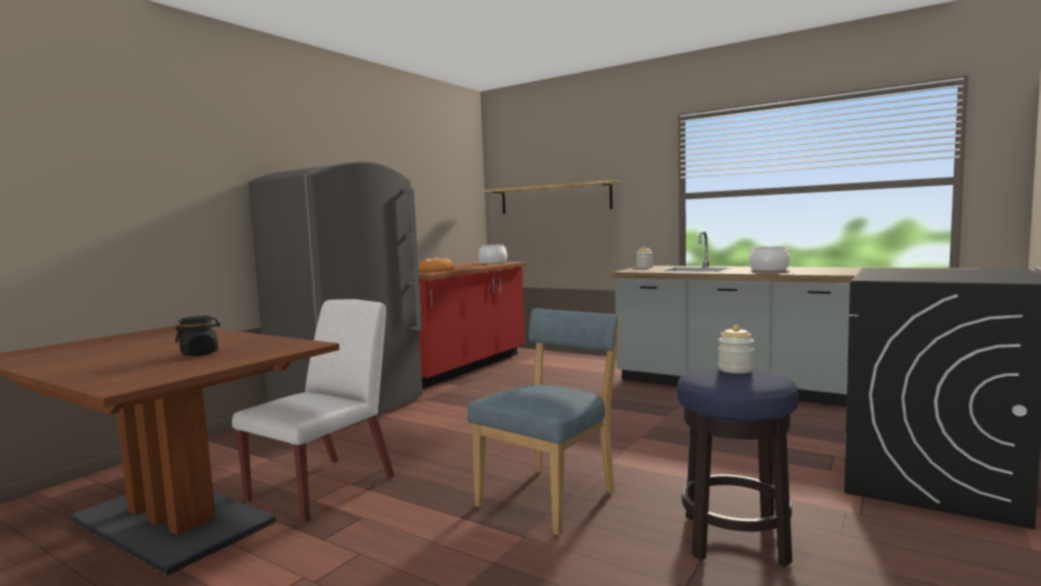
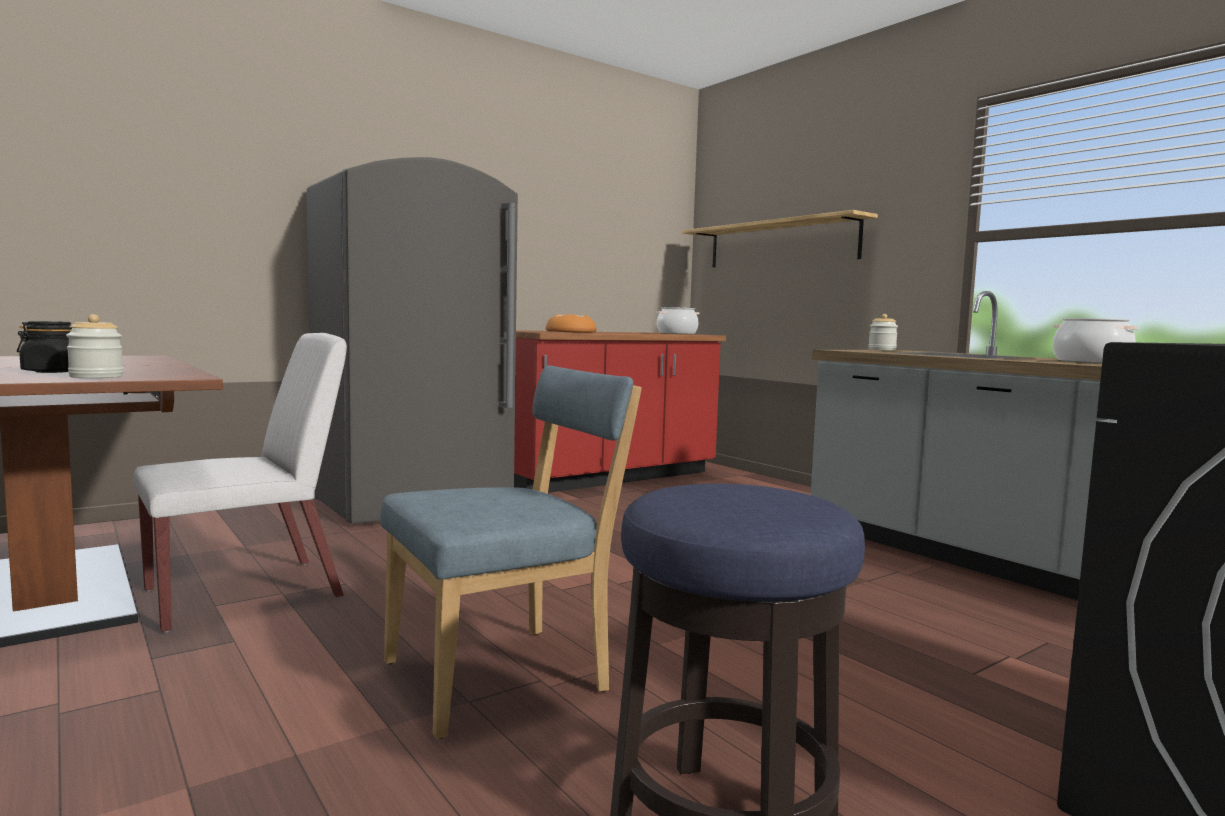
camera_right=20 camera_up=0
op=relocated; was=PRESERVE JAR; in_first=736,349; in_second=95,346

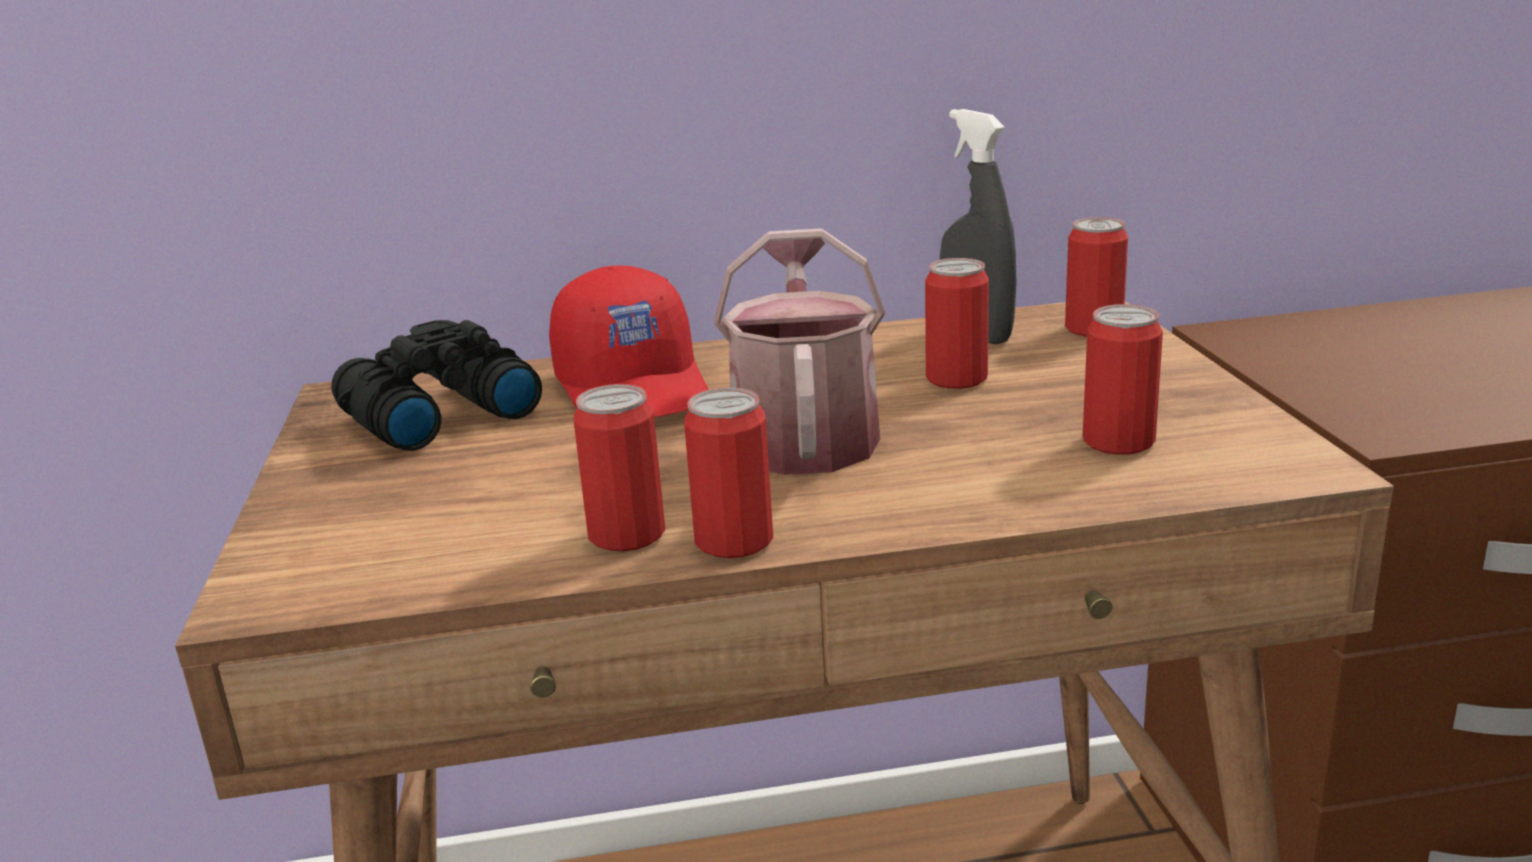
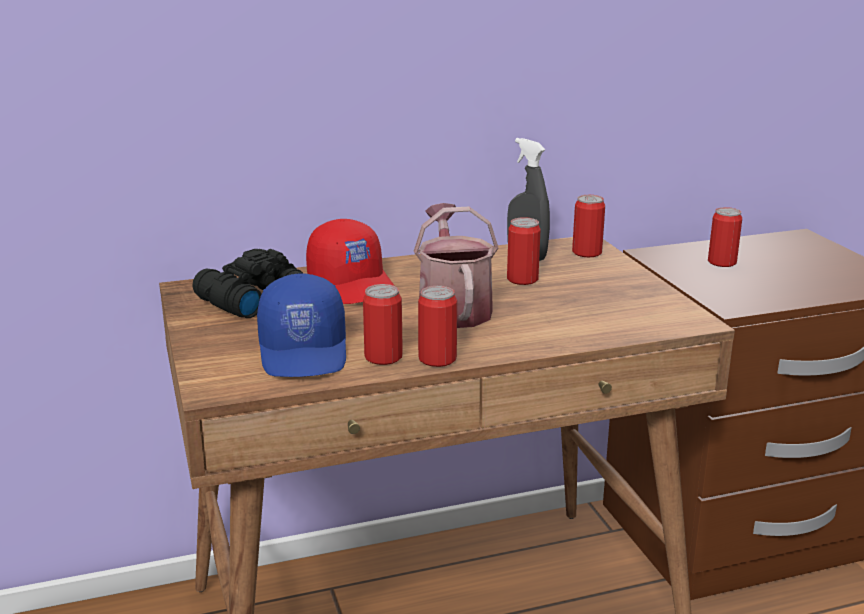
camera_right=-10 camera_up=0
op=relocated; was=METAL CAN; in_first=1123,379; in_second=725,237
op=appeared; now=BLUE-COLOURED BASEBALL CAP; in_second=301,325

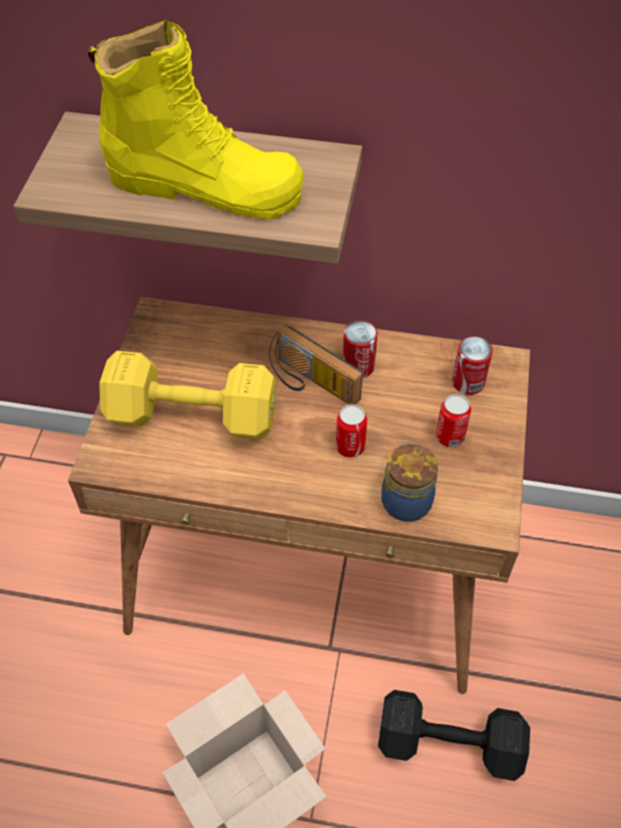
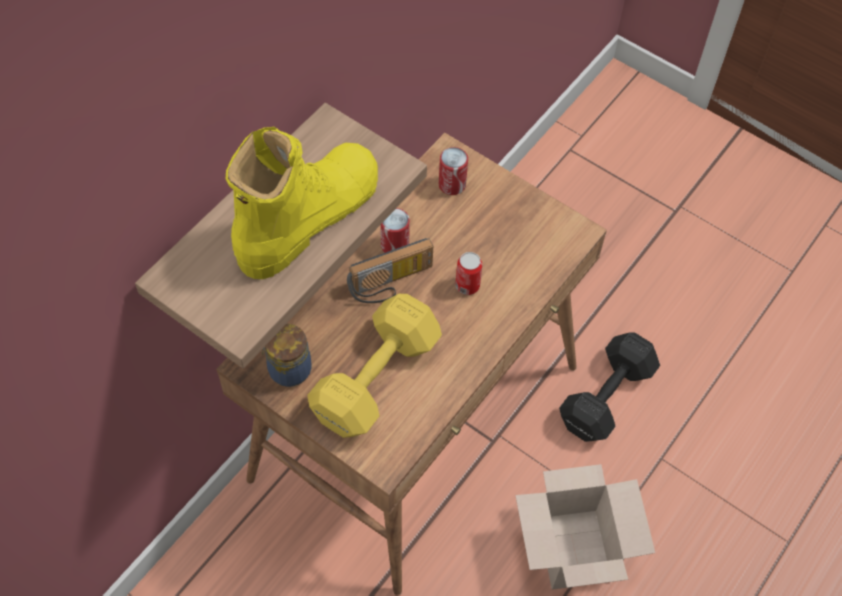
camera_right=-65 camera_up=5
op=relocated; was=PRESERVE JAR; in_first=409,481; in_second=287,355
op=missing; was=METAL CAN; in_first=453,420

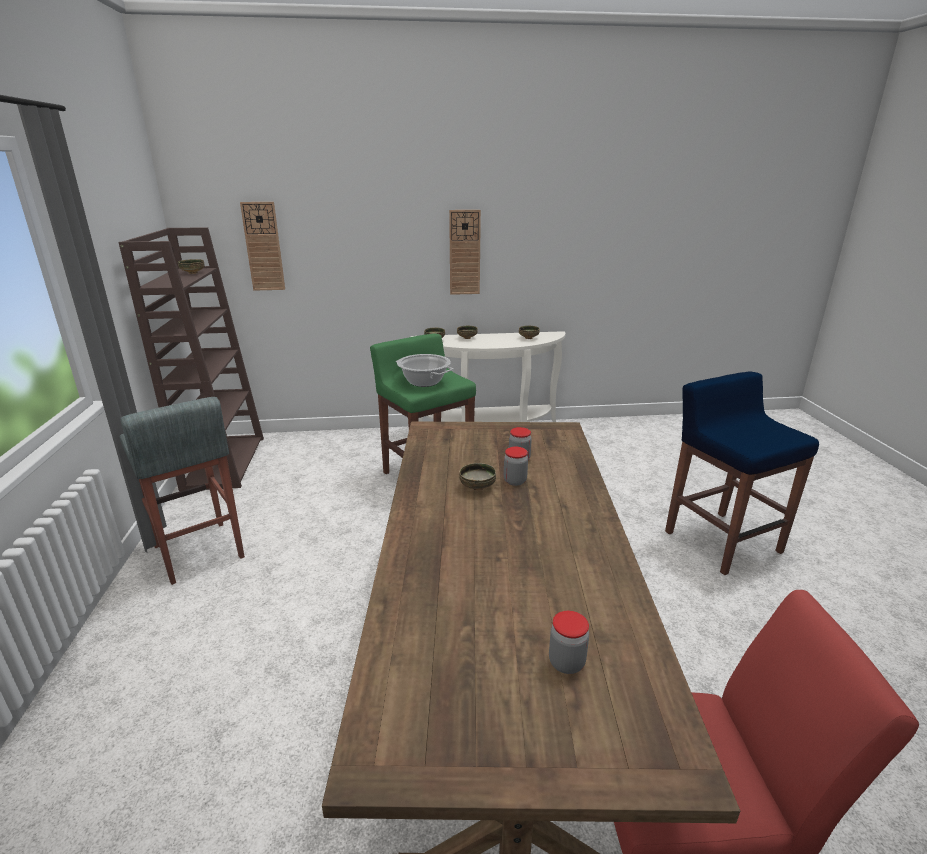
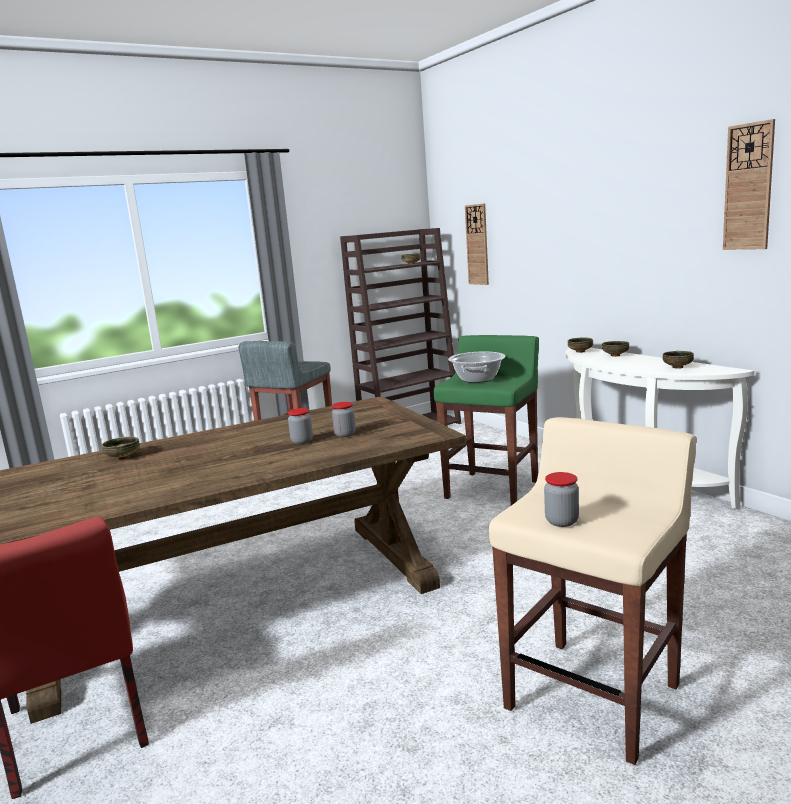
camera_right=65 camera_up=-10
op=relocated; was=HANGING CLOCK; in_first=465,252; in_second=749,184
op=relocated; was=DEEP DISH; in_first=477,477; in_second=121,448
op=relocated; was=PRESERVE JAR; in_first=569,642; in_second=561,499
op=colour; was=BLUE-COLOURED STOOL; now=BEIGE-COLOURED STOOL; in_first=742,473; in_second=593,591

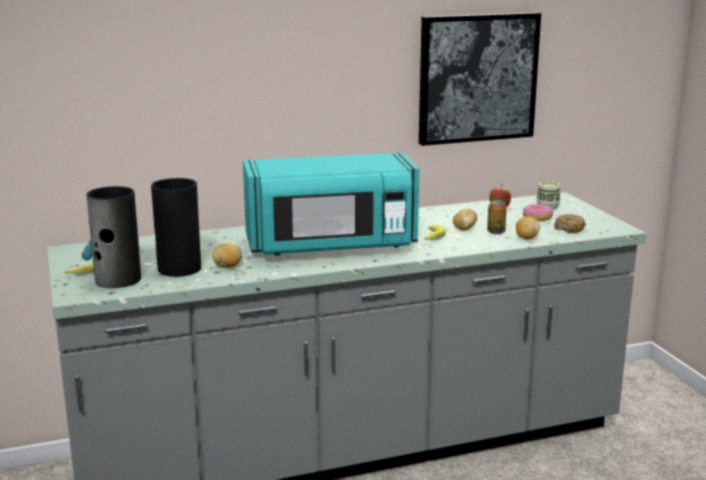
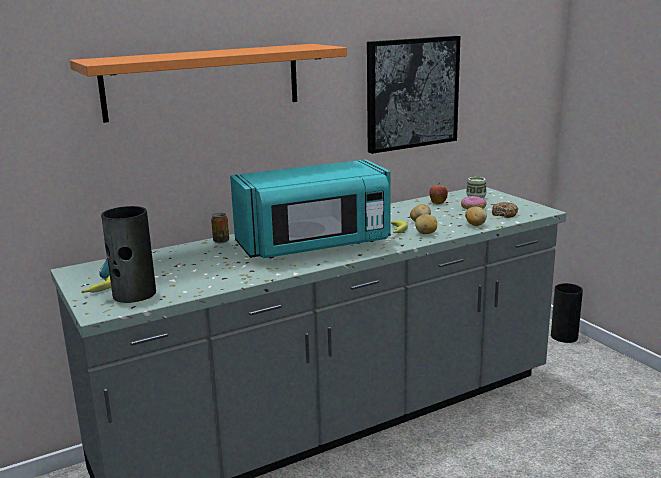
camera_right=-10 camera_up=0
op=relocated; was=FLOWER VASE; in_first=176,227; in_second=567,313
op=relocated; was=SPUD; in_first=227,255; in_second=426,224
op=relocated; was=METAL CAN; in_first=497,217; in_second=220,228
op=appeared; now=ORANGE SHELF; in_second=208,83

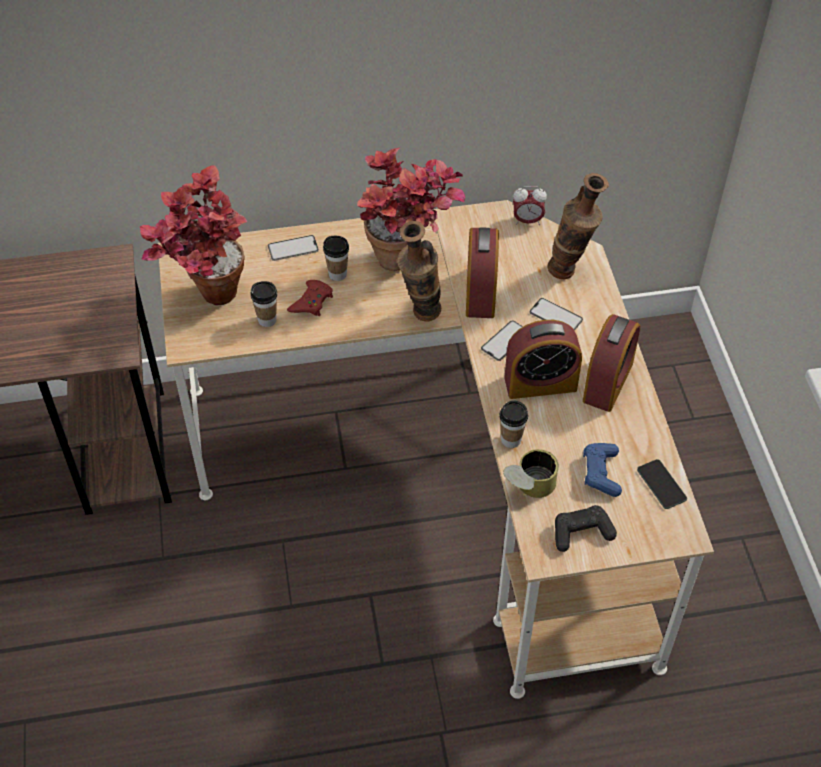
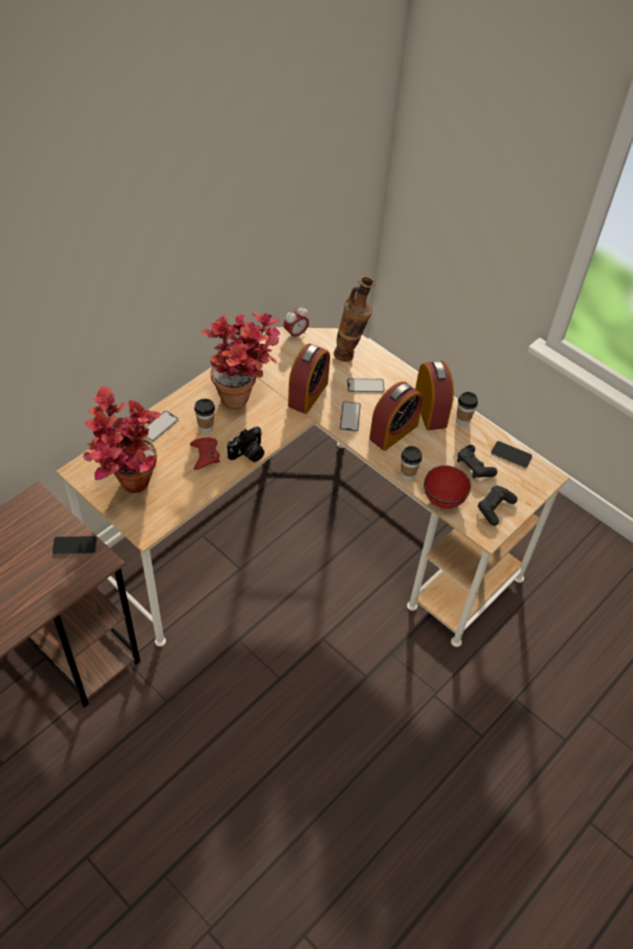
camera_right=-40 camera_up=0
op=relocated; was=CUP; in_first=263,304; in_second=467,409
op=missing; was=FLOWER VASE; in_first=419,271
op=spun; was=TABLE CLOCK; in_first=482,272; in_second=309,378; clockwise=-120
op=exchanged; was=METAL CAN; now=RED-COLOURED DEEP DISH; in_first=531,473; in_second=447,487
op=colour; was=BLUE-COLOURED GAMEPAD; now=BLACKISH GAMEPAD; in_first=602,470; in_second=477,461
op=appeared; now=HANDSET; in_second=74,545
op=appeared; now=PHOTO CAMERA; in_second=245,444

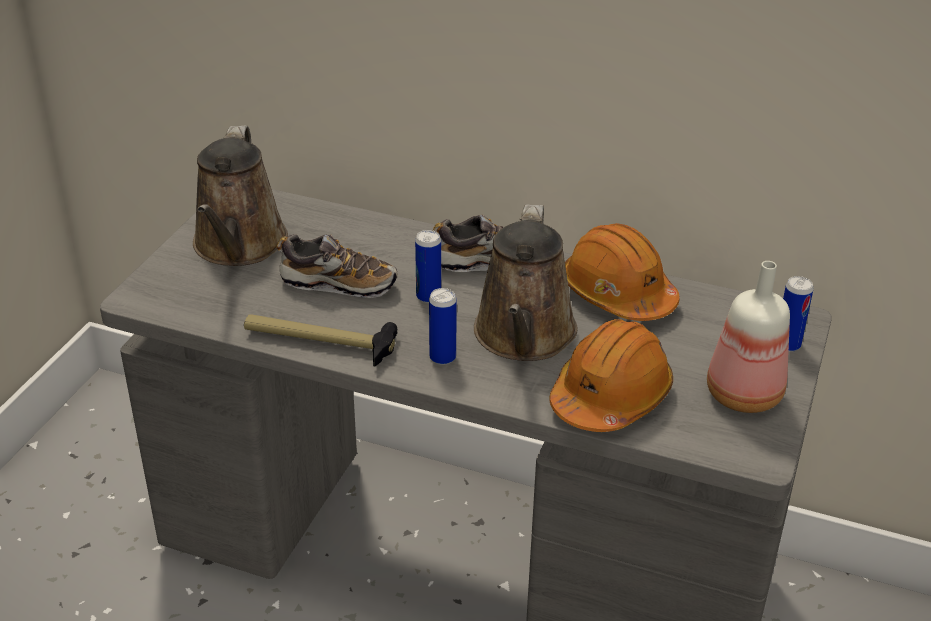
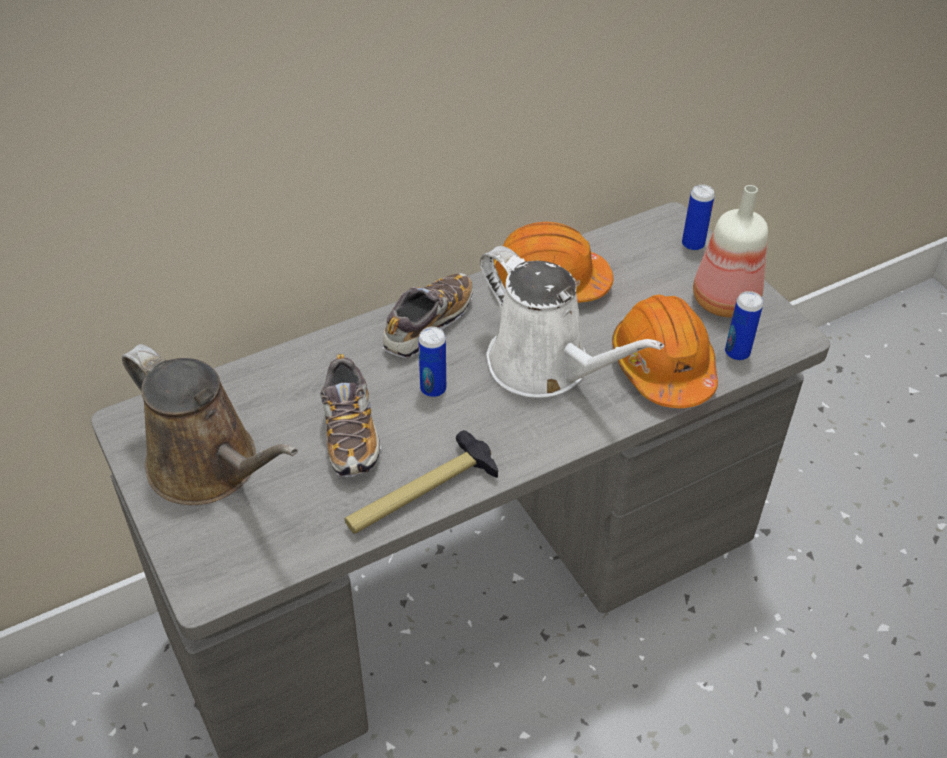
camera_right=-50 camera_up=10
op=spun; was=SHOE; in_first=337,266; in_second=350,415; clockwise=120
op=relocated; was=METAL CAN; in_first=443,326; in_second=744,326
op=colour; was=BROWN-COLOURED SPRINKLING CAN; now=WHITISH SPRINKLING CAN; in_first=525,283; in_second=572,322

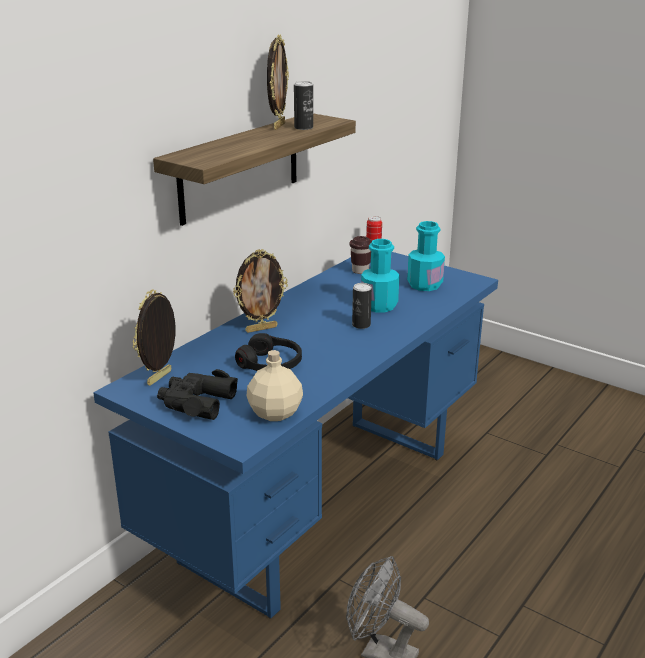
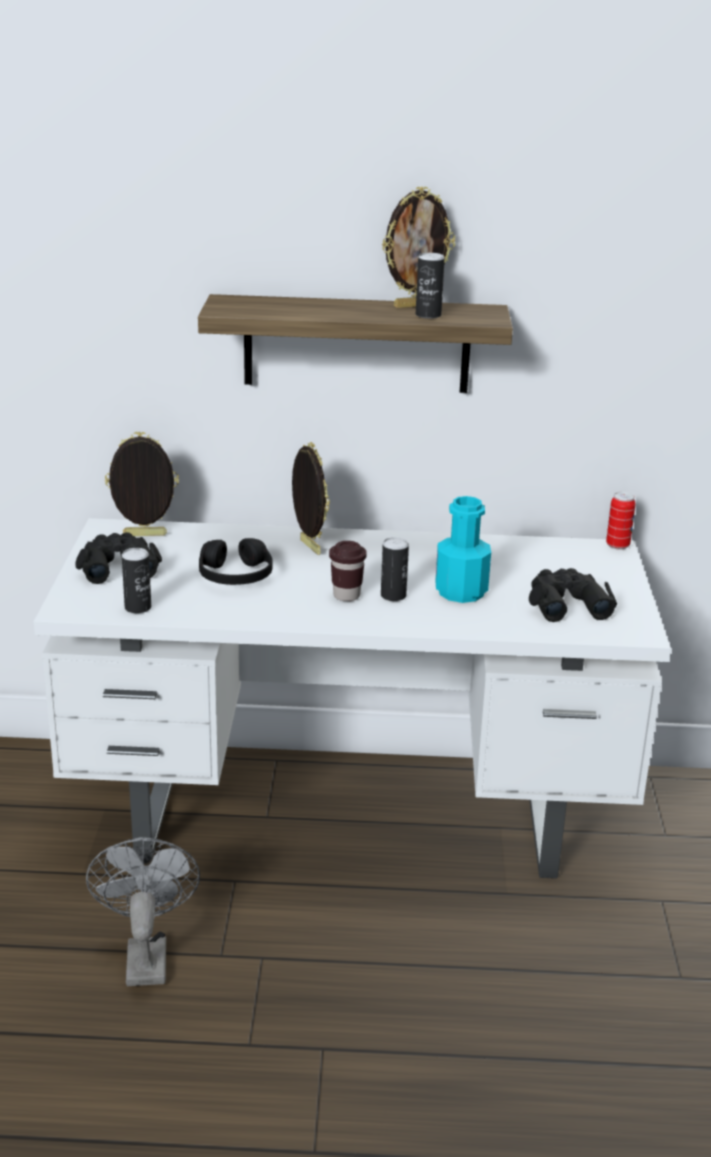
camera_right=55 camera_up=0
op=colour; was=BLUE-COLOURED DESK UNIT; now=WHITISH DESK UNIT; in_first=295,435; in_second=352,698
op=spun; was=STANDING FRAME; in_first=260,291; in_second=311,498; clockwise=-150
op=exchanged; was=BEIGE-COLOURED BEVERAGE BOTTLE; now=METAL CAN; in_first=274,385; in_second=136,580
op=relocated; was=BROWN-COLOURED CUP; in_first=361,255; in_second=348,571
op=exchanged; was=TURQUOISE BEVERAGE BOTTLE; now=BLACKISH PAIR OF BINOCULARS; in_first=426,256; in_second=573,595

